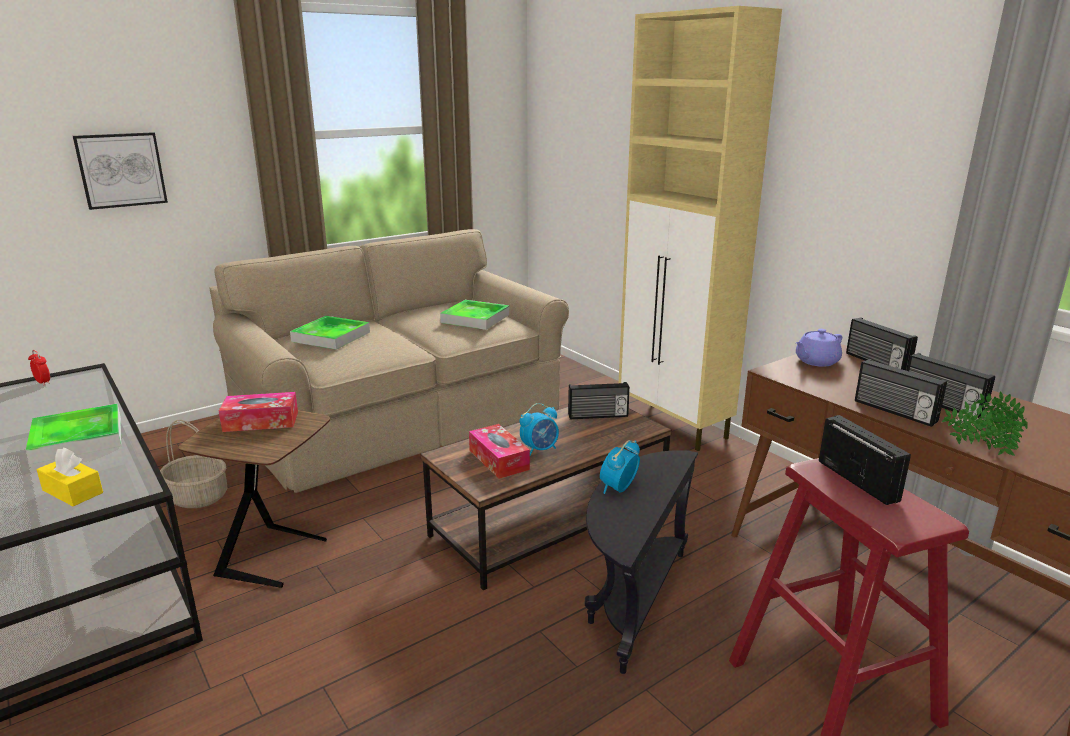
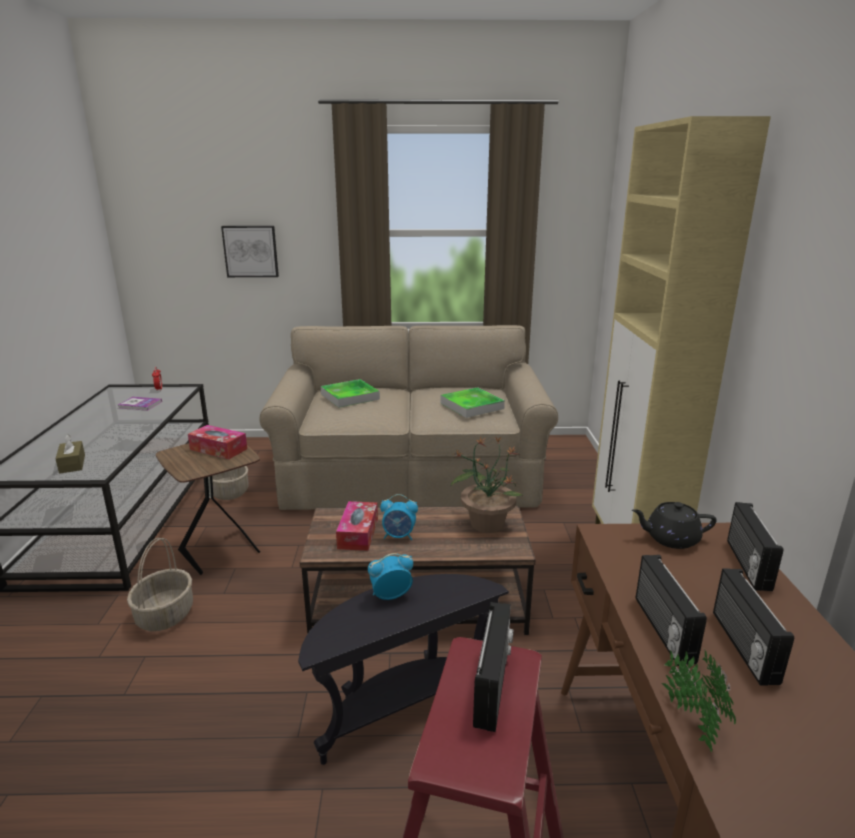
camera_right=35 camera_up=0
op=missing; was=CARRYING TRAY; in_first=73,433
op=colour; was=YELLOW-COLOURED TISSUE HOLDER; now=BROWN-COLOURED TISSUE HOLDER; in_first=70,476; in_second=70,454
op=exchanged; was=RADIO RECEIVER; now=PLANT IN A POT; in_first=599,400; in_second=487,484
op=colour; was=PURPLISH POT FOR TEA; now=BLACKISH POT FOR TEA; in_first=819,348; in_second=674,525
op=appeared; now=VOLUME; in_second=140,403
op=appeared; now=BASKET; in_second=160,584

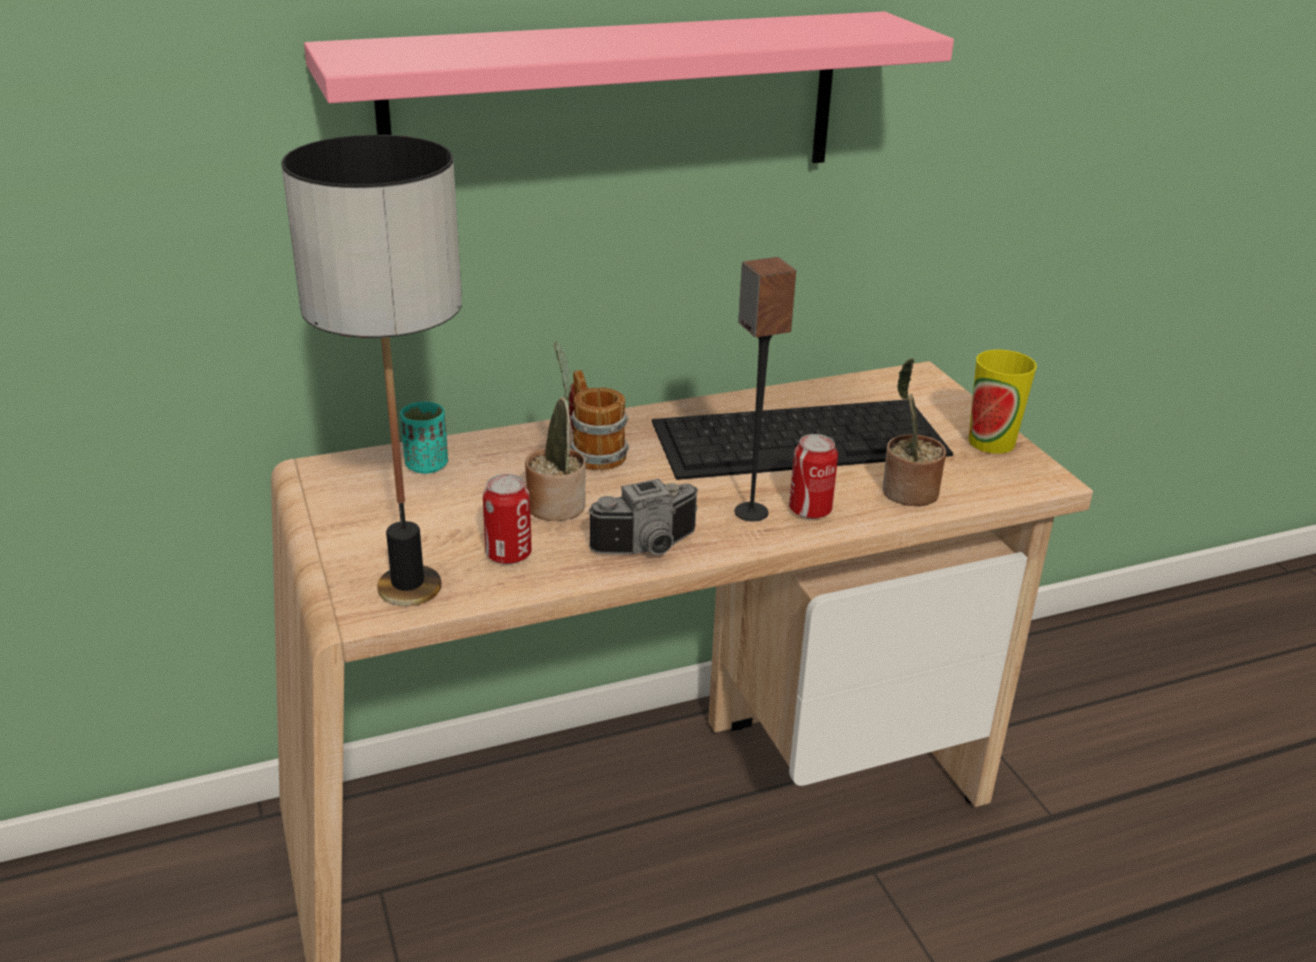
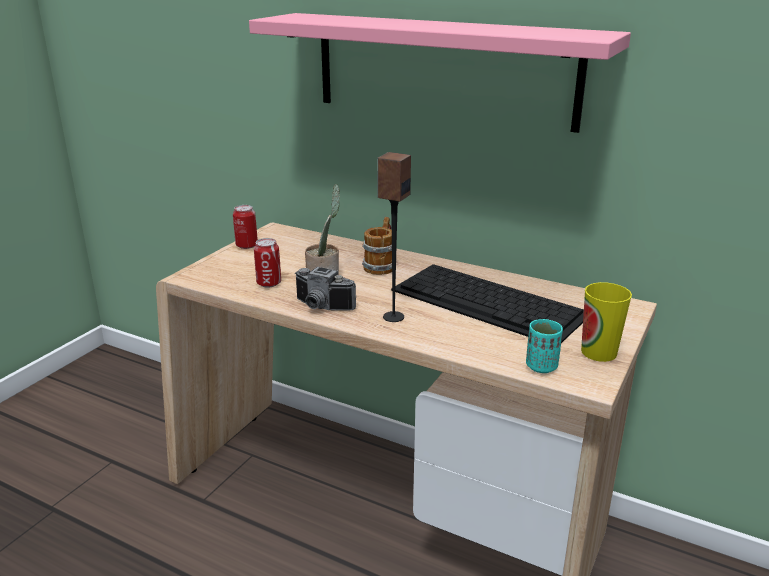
camera_right=50 camera_up=-5
op=missing; was=TABLE LAMP; in_first=371,370
op=relocated; was=TURQUOISE CUP; in_first=424,437; in_second=544,346
op=relocated; was=METAL CAN; in_first=813,476; in_second=245,227
op=missing; was=PLANT IN A POT; in_first=914,432

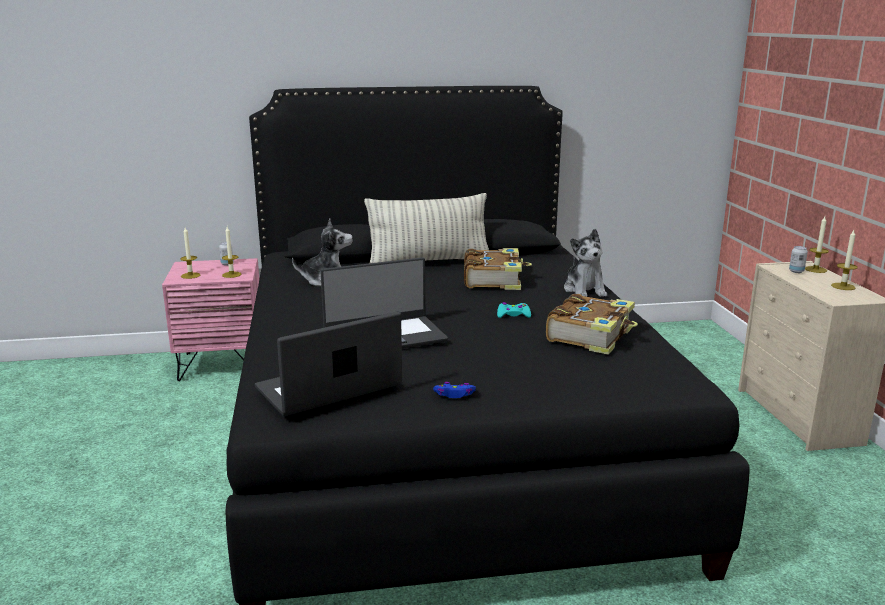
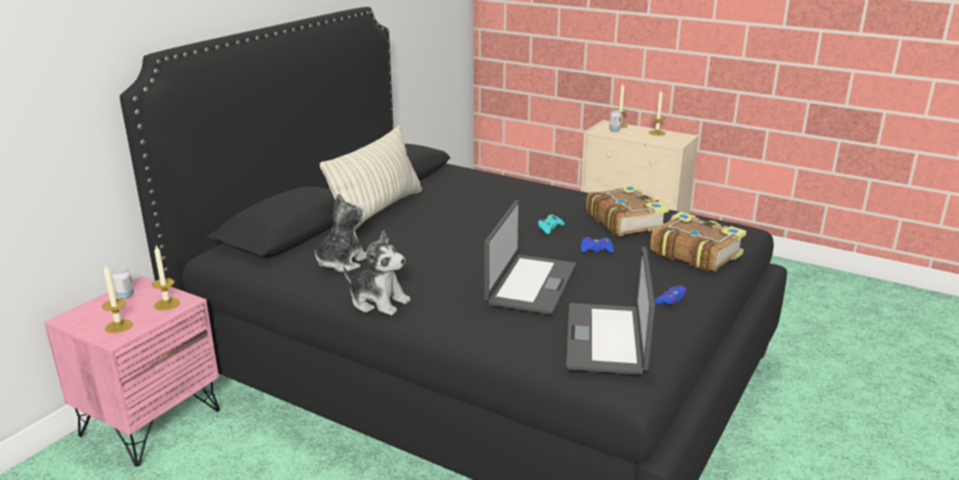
camera_right=-50 camera_up=5
op=relocated; was=VOLUME; in_first=498,269; in_second=698,241
op=relocated; was=CUDDLY TOY; in_first=585,263; in_second=377,273
op=appeared; now=BLUE-COLOURED GAMEPAD; in_second=597,245

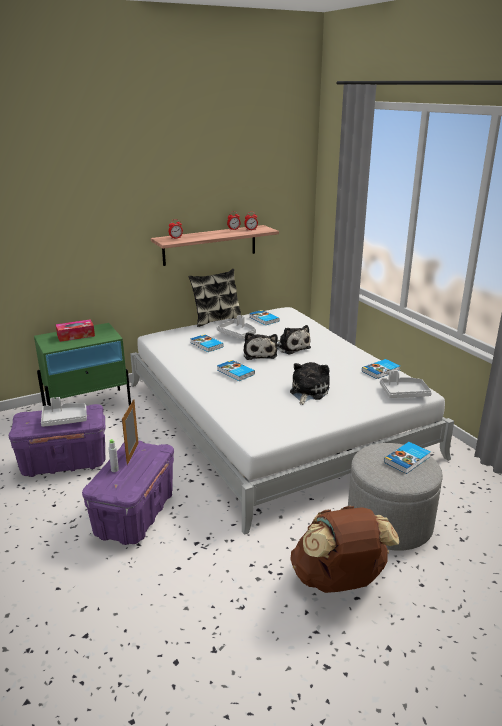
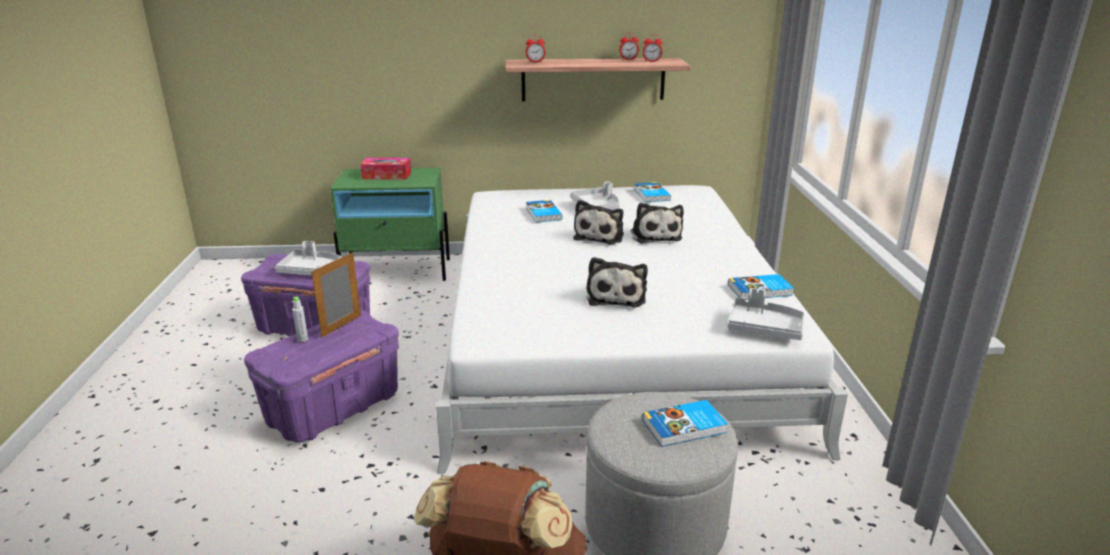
camera_right=25 camera_up=0
op=missing; was=PILLOW; in_first=215,298
op=missing; was=VOLUME; in_first=236,370
op=spun; was=CUDDLY TOY; in_first=310,383; in_second=617,282; clockwise=135

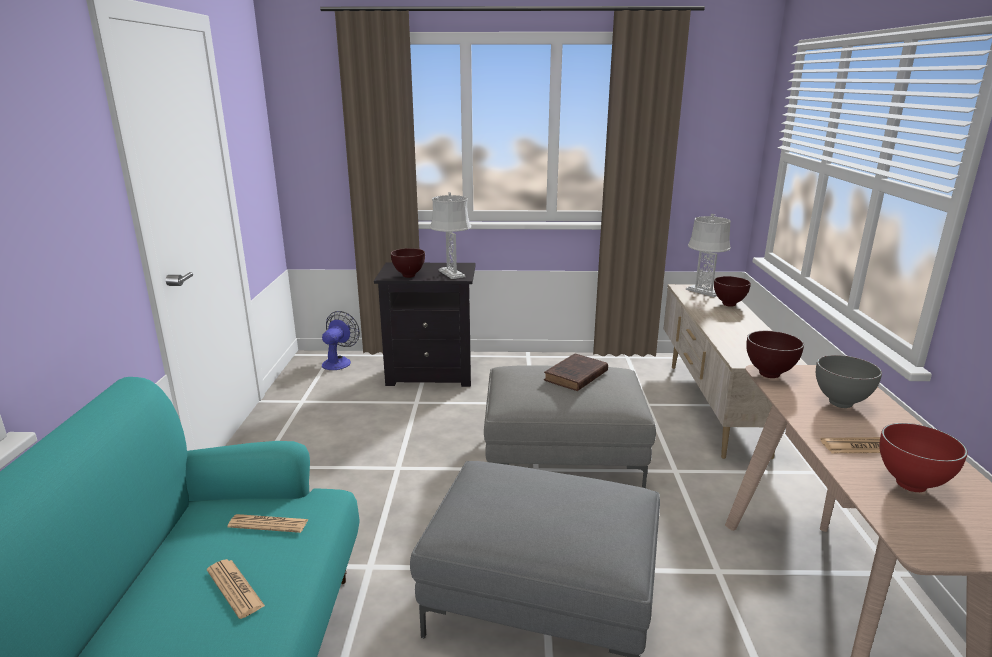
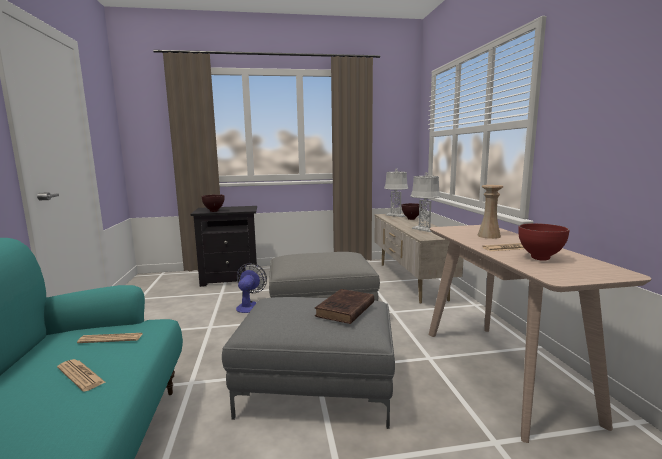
camera_right=-10 camera_up=-10
op=relocated; was=COOLING FAN; in_first=341,340; in_second=251,288
op=relocated; was=GREY TABLE LAMP; in_first=450,235; in_second=426,202
op=relocated; was=BROWN-COLOURED VOLUME; in_first=576,372; in_second=344,306
op=missing; was=BROWN-COLOURED DEEP DISH; in_first=775,354
op=exchanged; was=GREY DEEP DISH; now=BEIGE-COLOURED FLOWER VASE; in_first=849,381; in_second=490,212

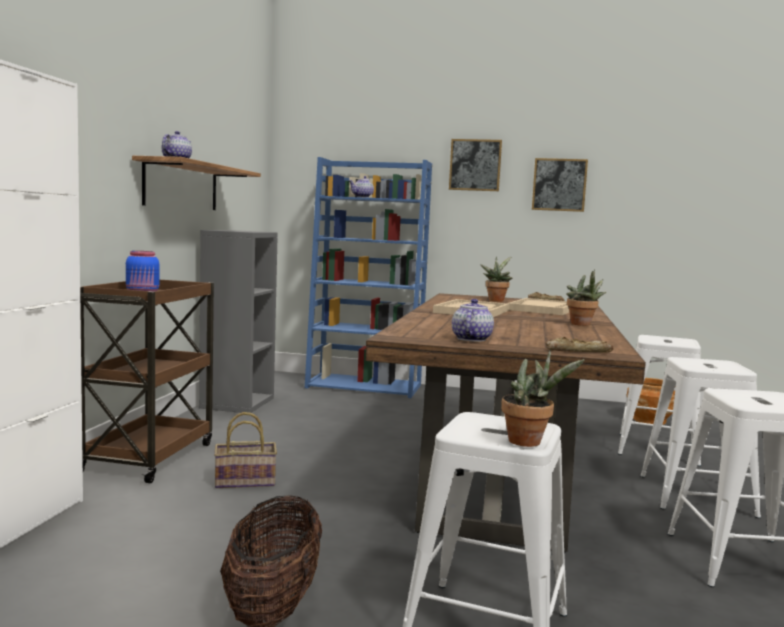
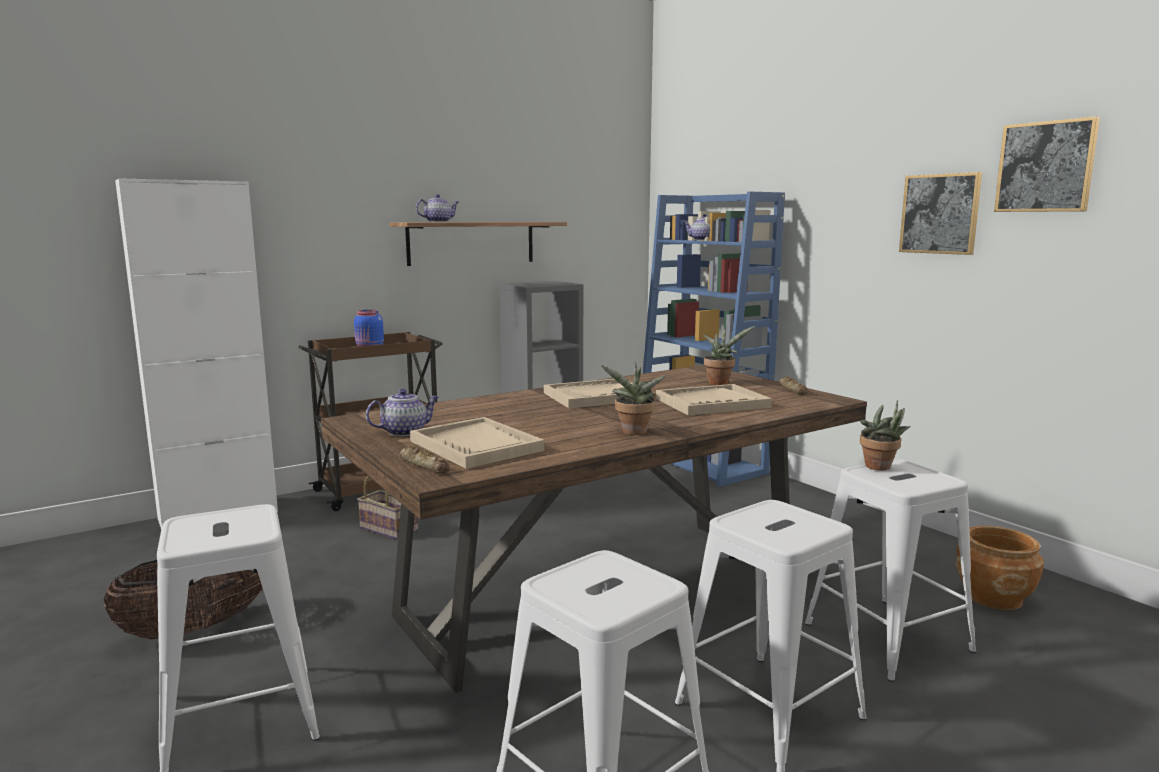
camera_right=45 camera_up=5
op=relocated; was=WALL PICTURE; in_first=475,165; in_second=1047,164
op=relocated; was=PLANT IN A POT; in_first=543,398; in_second=885,435
op=appeared; now=BEIGE-COLOURED CARRYING TRAY; in_second=477,443

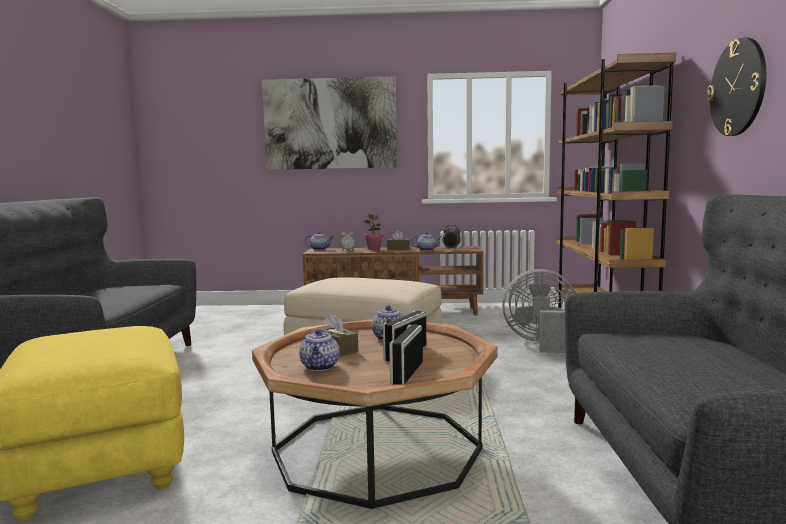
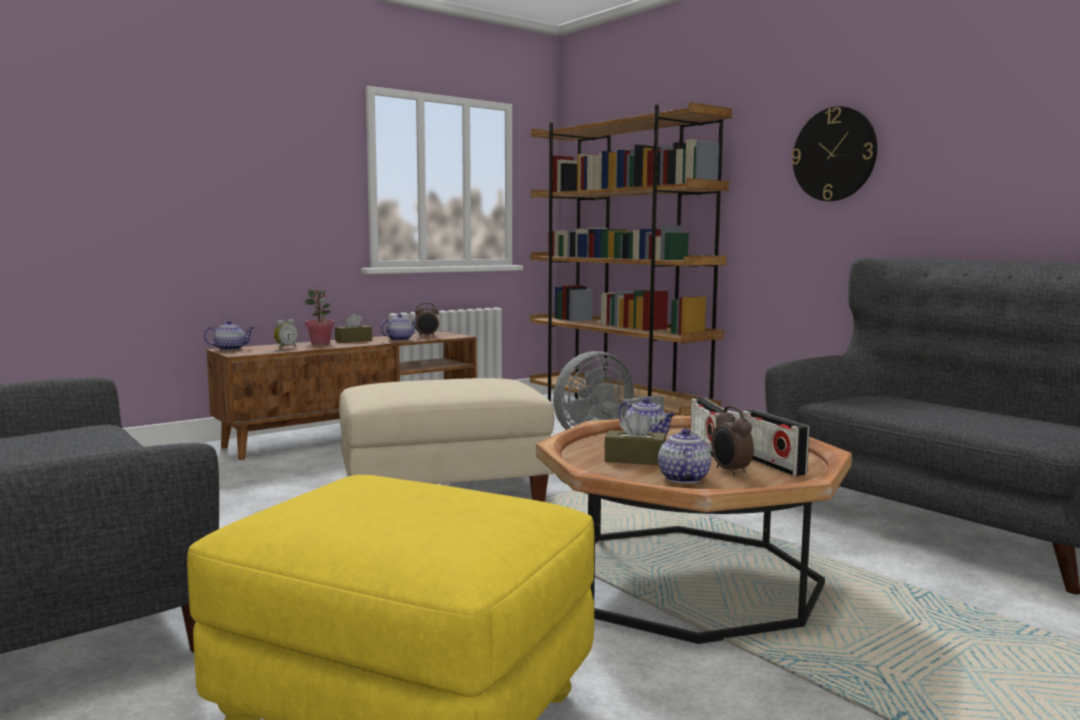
camera_right=-40 camera_up=0
op=missing; was=WALL PICTURE; in_first=329,123
op=spun; was=POT FOR TEA; in_first=319,350; in_second=684,456; clockwise=-135
op=appeared; now=TABLE CLOCK; in_second=732,441

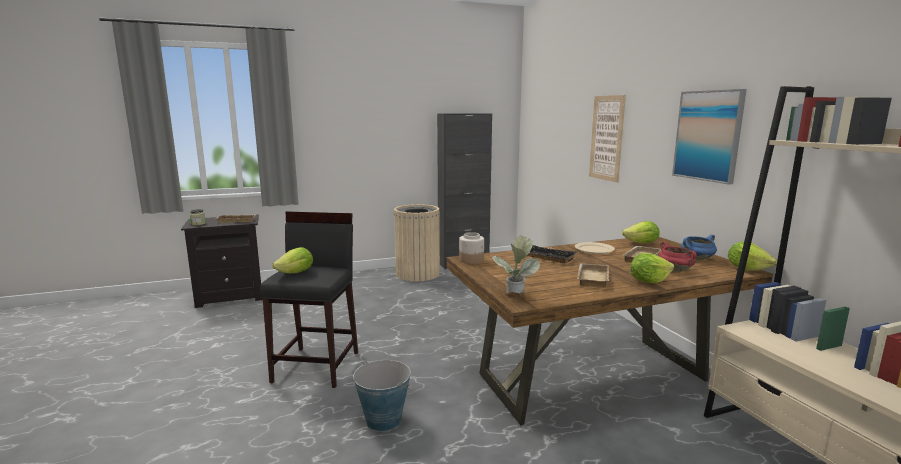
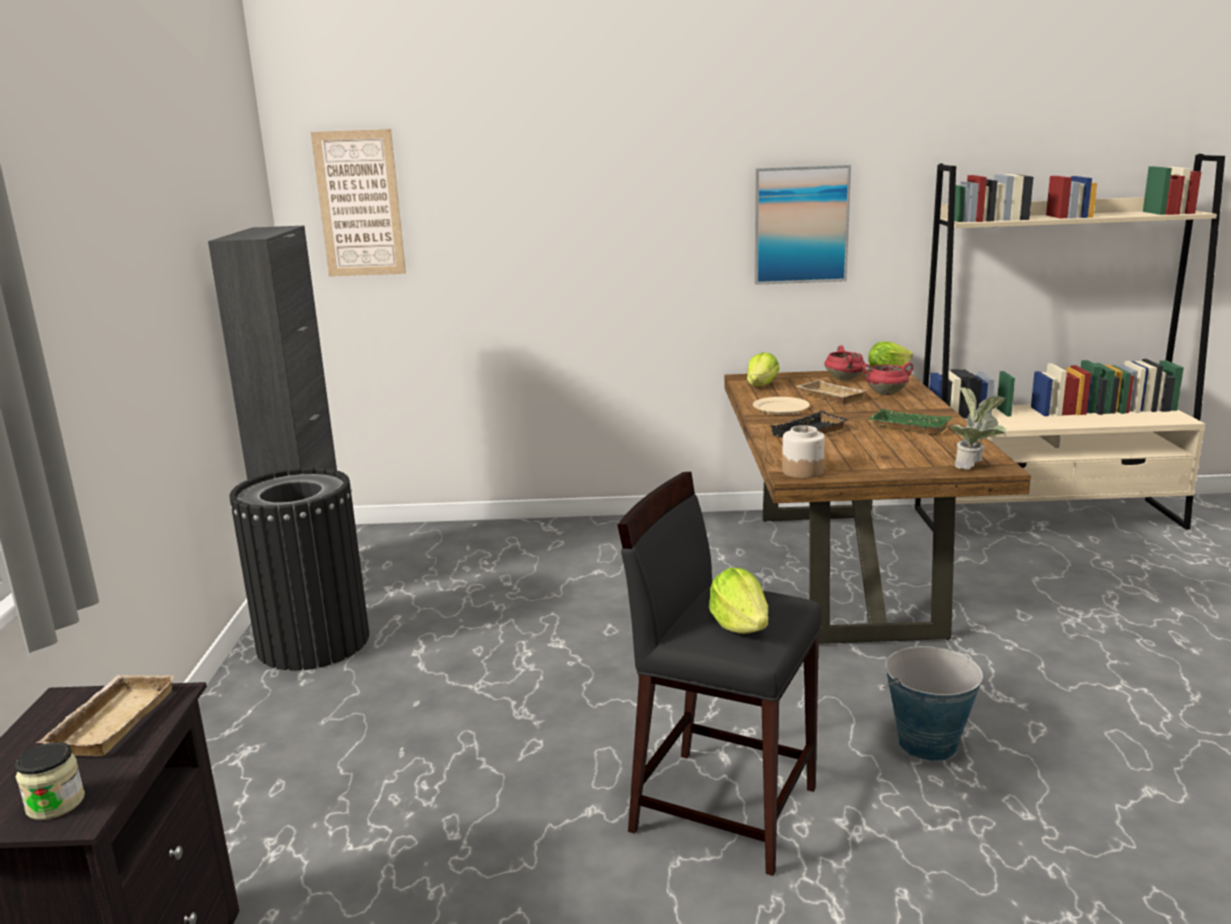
camera_right=-70 camera_up=5
op=colour; was=BEIGE-COLOURED TRASH CAN; now=BLACKISH TRASH CAN; in_first=417,243; in_second=299,568
op=colour; was=BEIGE-COLOURED CARRYING TRAY; now=GREEN-COLOURED CARRYING TRAY; in_first=593,276; in_second=910,422
op=relocated; was=WALL PICTURE; in_first=607,139; in_second=358,203
op=missing; was=LETTUCE HEAD; in_first=652,268
op=colour; was=BLUE-COLOURED COOKING POT; now=RED-COLOURED COOKING POT; in_first=699,247; in_second=844,363

